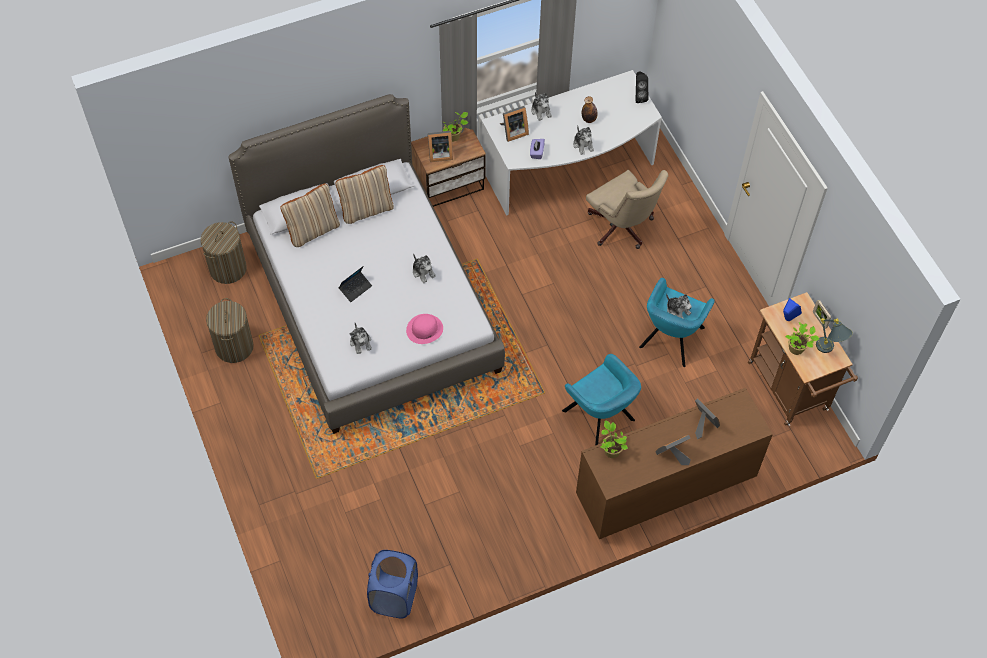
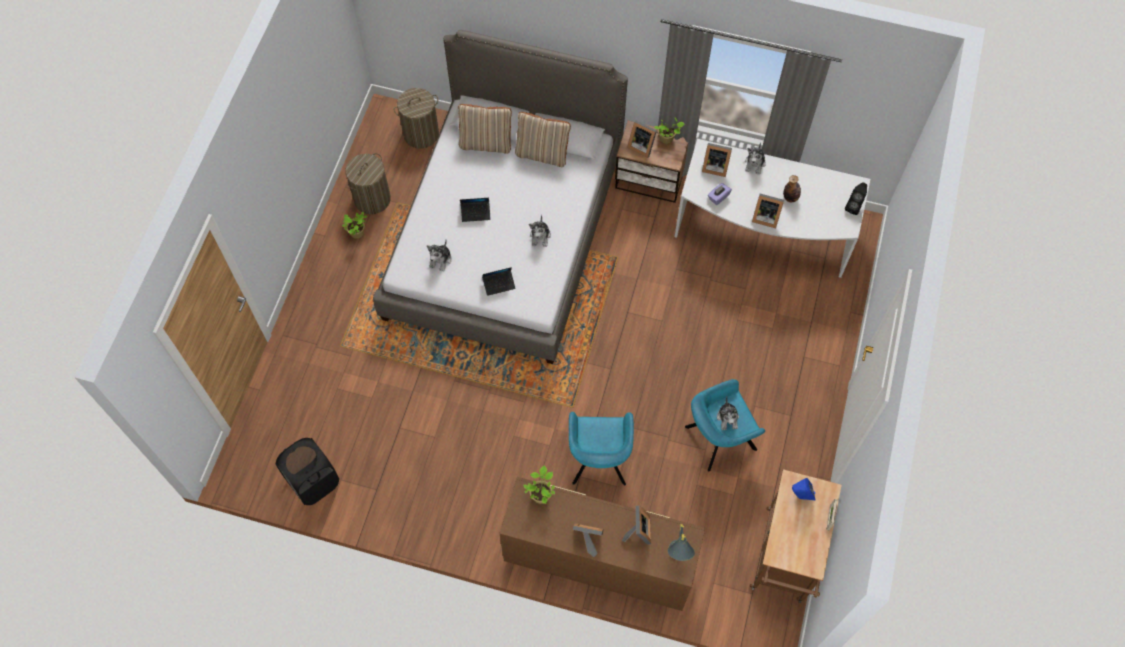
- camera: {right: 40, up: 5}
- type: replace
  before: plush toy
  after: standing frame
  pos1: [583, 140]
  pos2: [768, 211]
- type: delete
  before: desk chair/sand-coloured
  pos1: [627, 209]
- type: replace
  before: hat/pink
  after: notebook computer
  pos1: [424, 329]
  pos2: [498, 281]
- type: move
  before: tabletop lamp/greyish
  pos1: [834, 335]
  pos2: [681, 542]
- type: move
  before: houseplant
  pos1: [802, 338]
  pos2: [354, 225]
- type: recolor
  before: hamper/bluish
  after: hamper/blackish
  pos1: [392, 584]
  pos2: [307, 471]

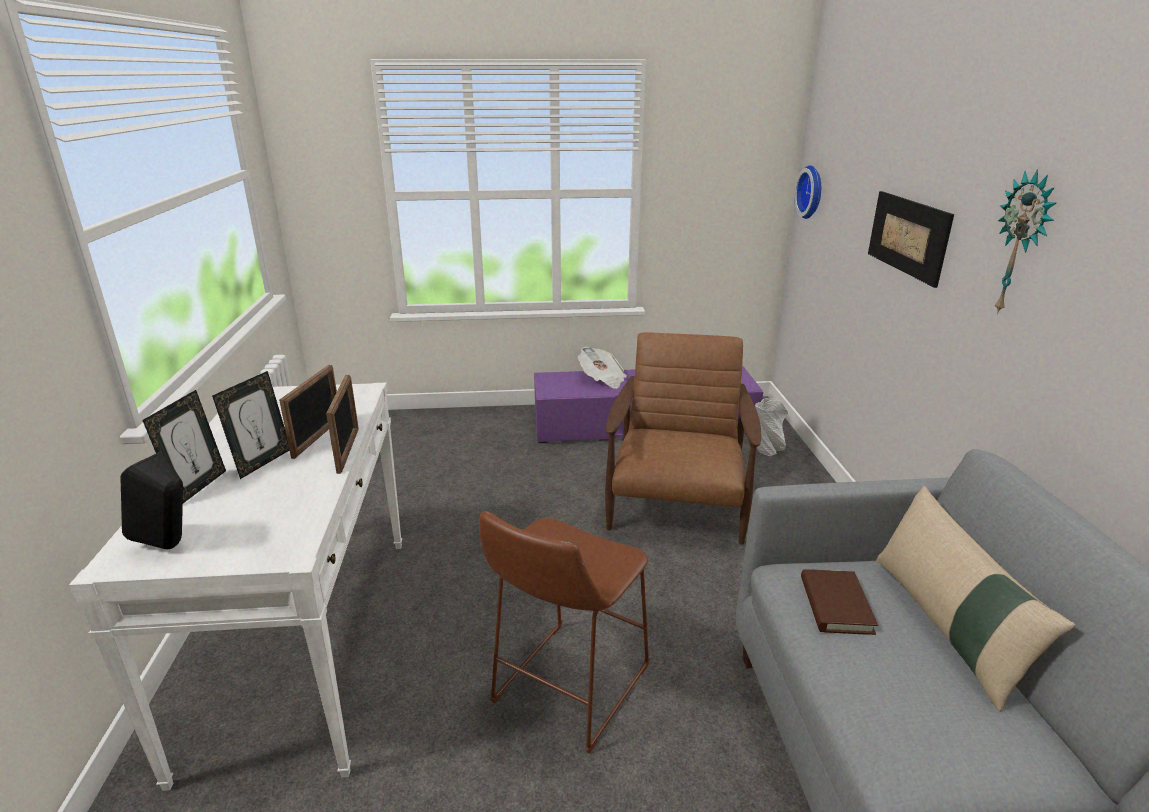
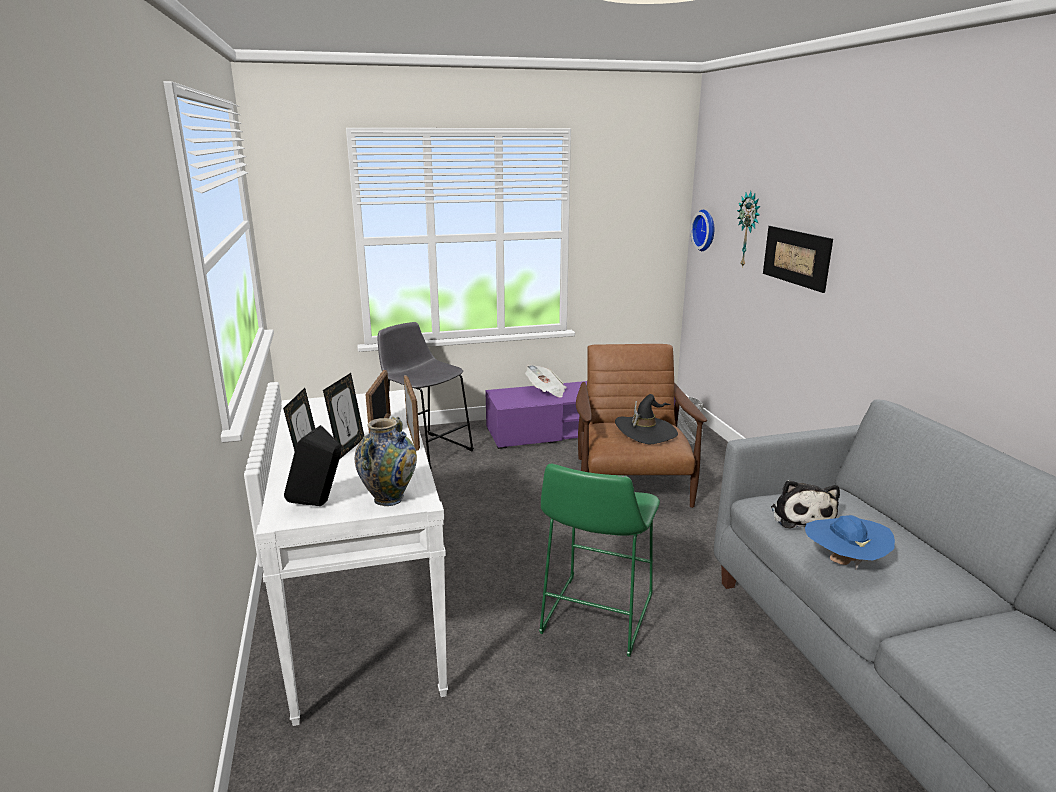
- camera: {right: -10, up: -5}
- type: move
  before: clock on the wall
  pos1: [1025, 241]
  pos2: [748, 229]
- type: delete
  before: cushion/sand-coloured
  pos1: [976, 599]
- type: recolor
  before: stool/brownish
  after: stool/green-coloured
  pos1: [564, 632]
  pos2: [599, 560]
- type: replace
  before: book/brownish
  after: plush toy
  pos1: [839, 602]
  pos2: [805, 504]
- type: insert
  after: stool/greyish
  pos2: [426, 395]
- type: insert
  after: hat/blackish
  pos2: [646, 419]
- type: insert
  after: decorative vase
  pos2: [386, 461]
- type: insert
  after: hat/bluish
  pos2: [850, 542]

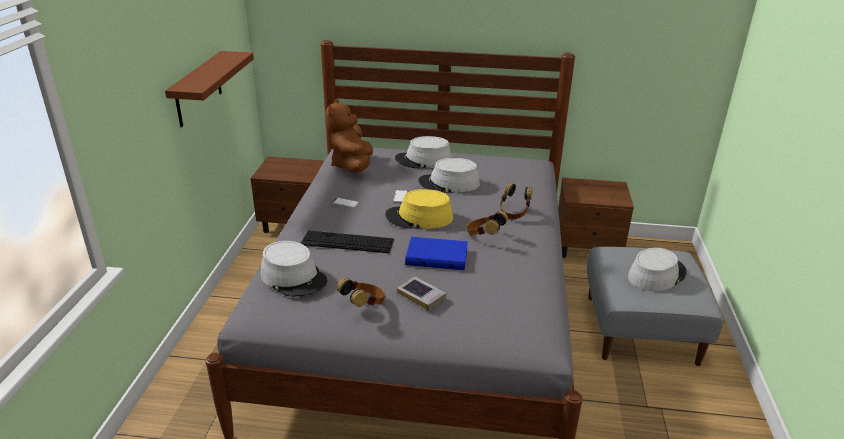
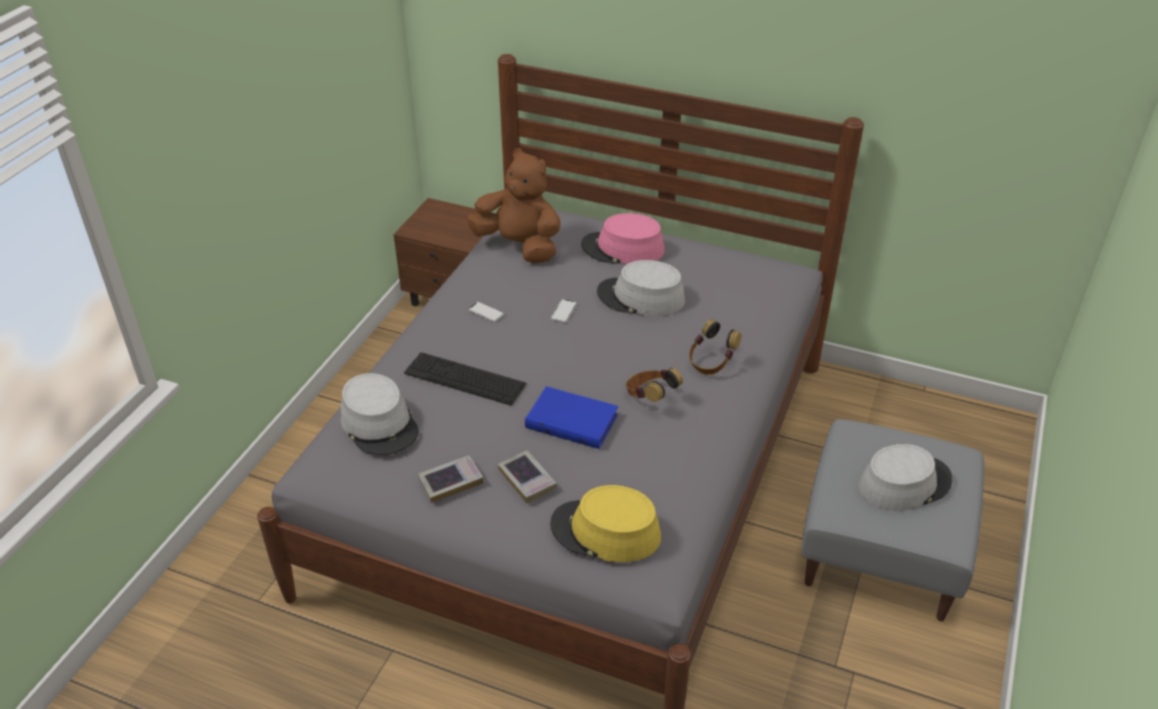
- camera: {right: 15, up: 10}
- type: delete
  before: bracket shelf/brownish
  pos1: [209, 89]
- type: rotate
  before: plush toy/brownish
  pos1: [349, 136]
  pos2: [513, 206]
  turn: 105
- type: recolor
  before: hat/greyish
  after: hat/pink
  pos1: [423, 152]
  pos2: [623, 239]
- type: delete
  before: nightstand/brownish
  pos1: [596, 218]
- type: move
  before: hat/yellow-coloured
  pos1: [419, 209]
  pos2: [605, 523]
- type: replace
  before: pair of headphones
  after: book
  pos1: [361, 292]
  pos2: [450, 479]

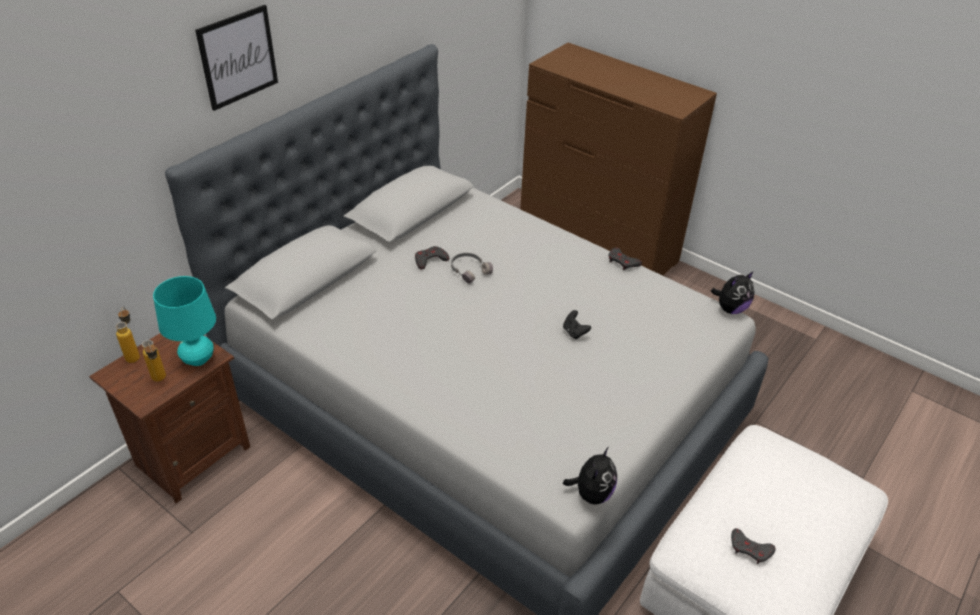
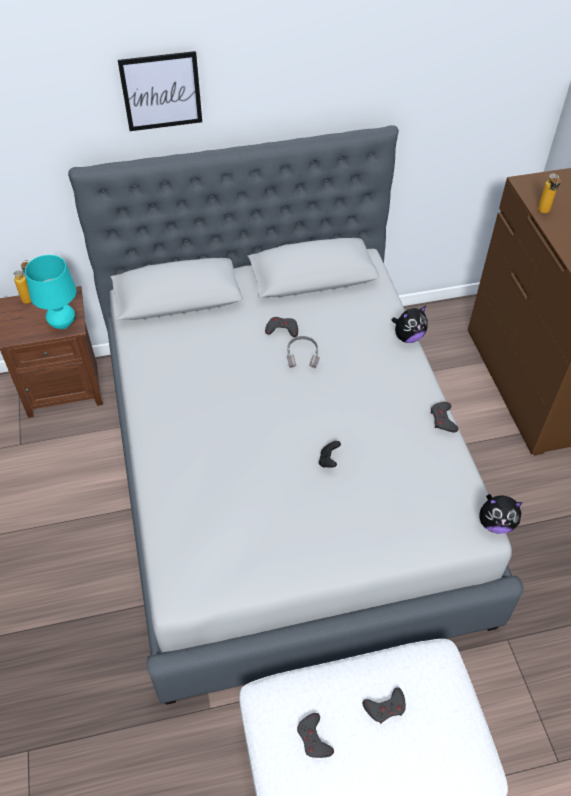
- camera: {right: 40, up: 10}
- type: move
  before: drink bottle
  pos1: [154, 361]
  pos2: [549, 193]
- type: move
  before: plush toy
  pos1: [590, 476]
  pos2: [410, 324]
- type: insert
  after: gamepad/greyish
  pos2: [384, 705]

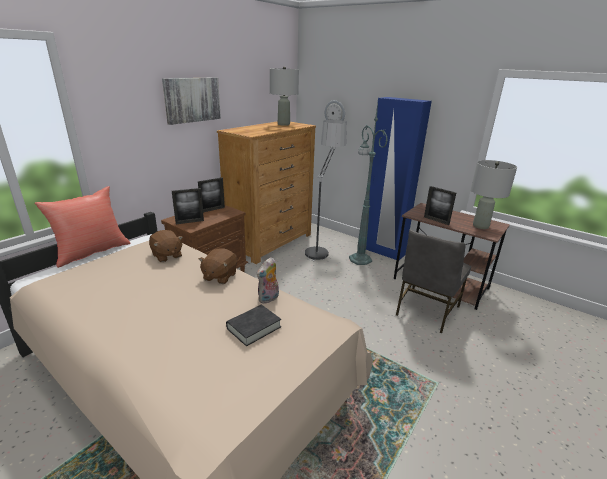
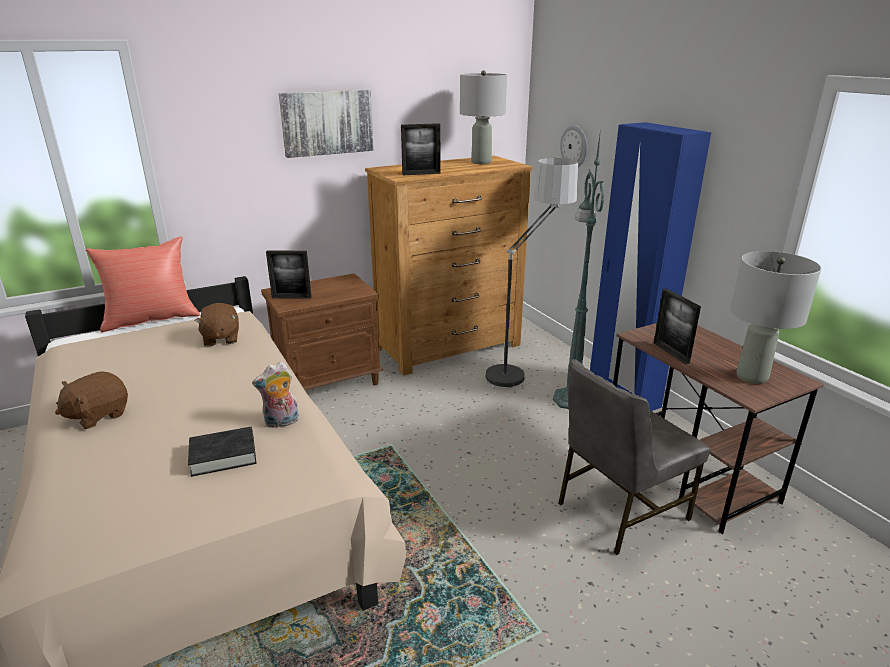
- camera: {right: 25, up: 0}
- type: move
  before: standing frame
  pos1: [211, 194]
  pos2: [420, 149]
- type: move
  before: plush toy/brownish
  pos1: [218, 266]
  pos2: [91, 400]

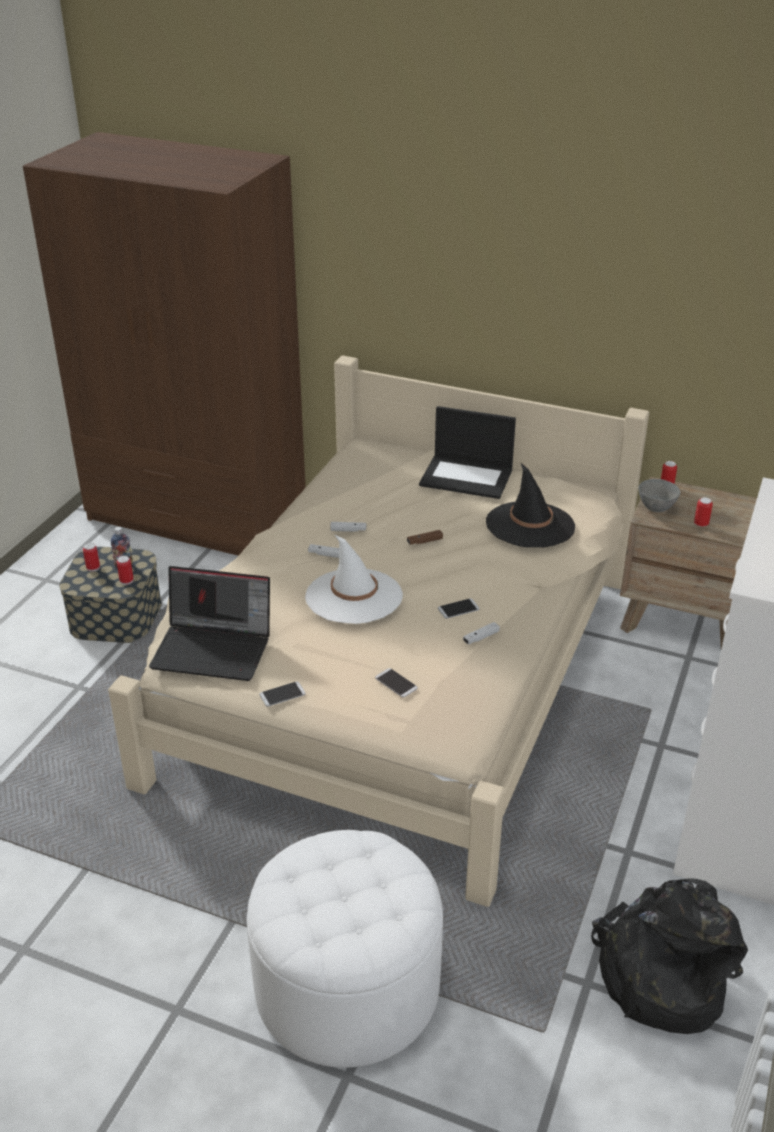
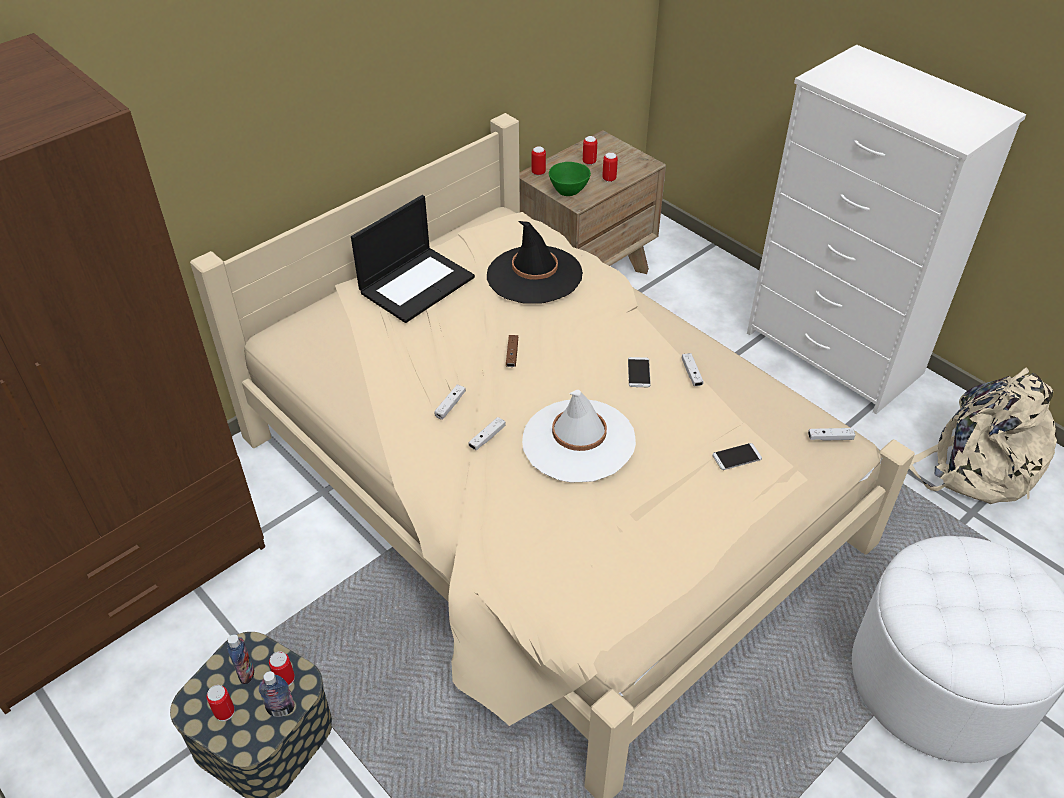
- camera: {right: -65, up: 10}
- type: recolor
  before: bowl/greyish
  after: bowl/green-coloured
  pos1: [659, 495]
  pos2: [570, 179]
- type: delete
  before: notebook computer
  pos1: [209, 623]
- type: delete
  before: phone
  pos1: [282, 694]
- type: recolor
  before: backpack/blackish
  after: backpack/sand-coloured
  pos1: [669, 956]
  pos2: [983, 435]
- type: insert
  after: can
  pos2: [590, 150]
- type: insert
  after: gamepad/white-coloured
  pos2: [831, 434]
- type: insert
  after: drink bottle
  pos2: [277, 694]

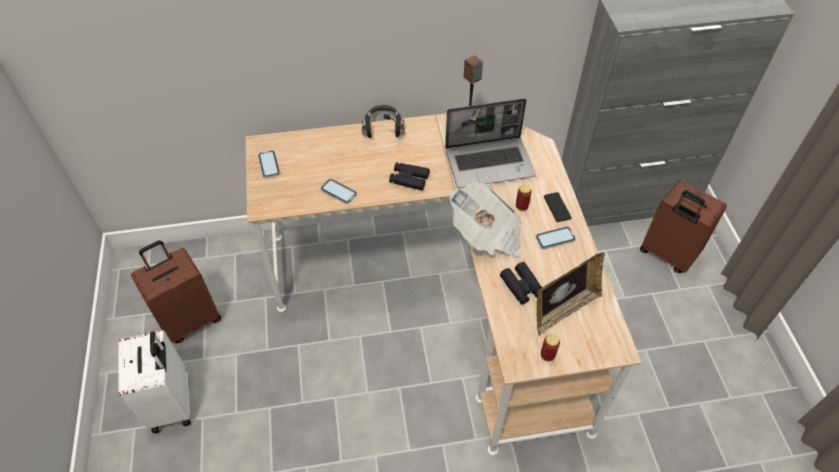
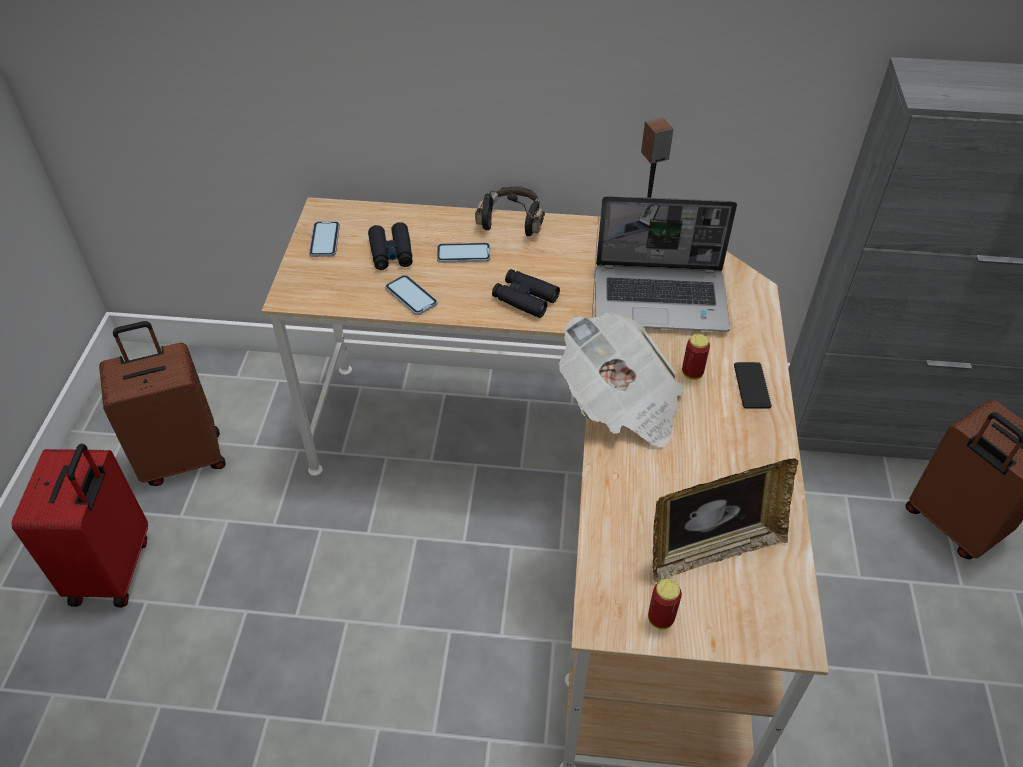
- camera: {right: 15, up: -5}
- type: move
  before: phone
  pos1: [556, 237]
  pos2: [463, 253]
- type: move
  before: binoculars/blackish
  pos1: [521, 283]
  pos2: [390, 246]
- type: recolor
  before: piece of luggage/white-coloured
  after: piece of luggage/red-coloured
  pos1: [154, 381]
  pos2: [80, 525]

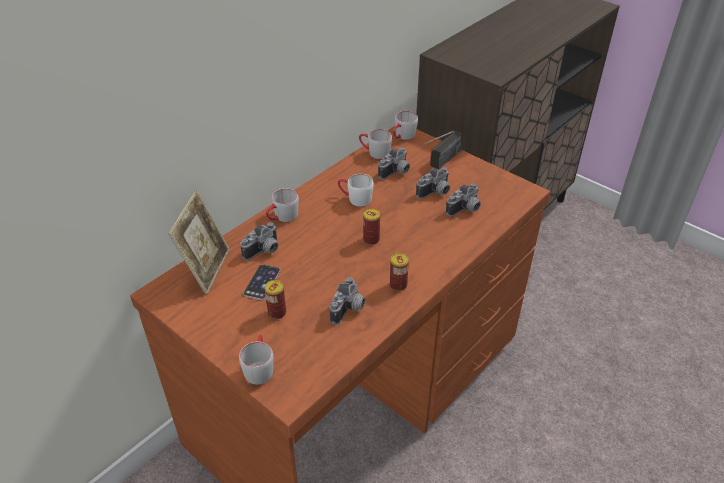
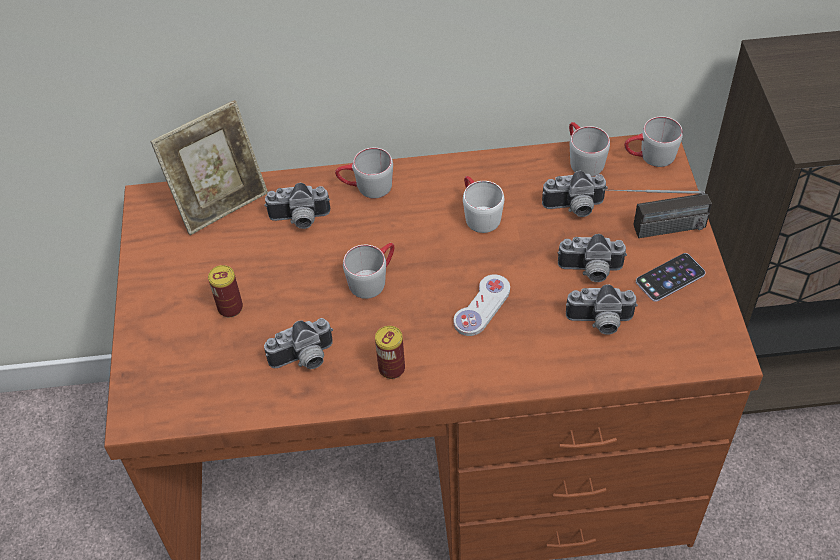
- camera: {right: 45, up: 10}
- type: delete
  before: can
  pos1: [371, 227]
- type: move
  before: phone
  pos1: [261, 282]
  pos2: [671, 277]
- type: move
  before: tea mug/greyish
  pos1: [256, 360]
  pos2: [368, 271]
- type: insert
  after: gamepad/white-coloured
  pos2: [482, 305]

